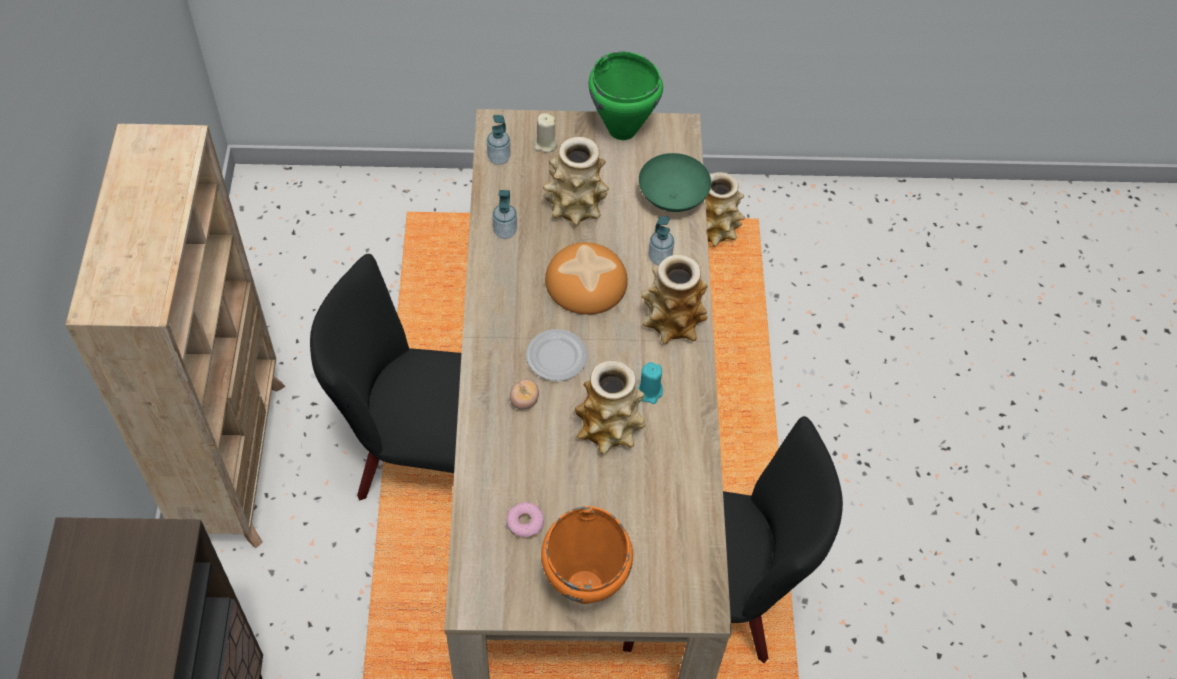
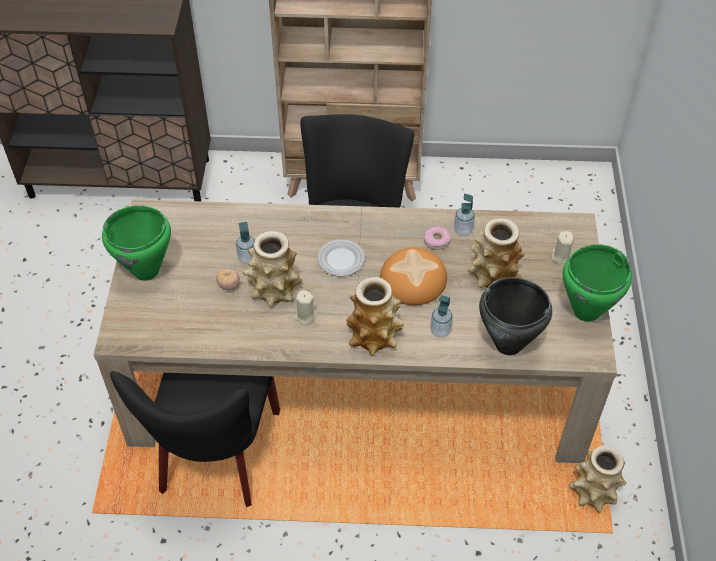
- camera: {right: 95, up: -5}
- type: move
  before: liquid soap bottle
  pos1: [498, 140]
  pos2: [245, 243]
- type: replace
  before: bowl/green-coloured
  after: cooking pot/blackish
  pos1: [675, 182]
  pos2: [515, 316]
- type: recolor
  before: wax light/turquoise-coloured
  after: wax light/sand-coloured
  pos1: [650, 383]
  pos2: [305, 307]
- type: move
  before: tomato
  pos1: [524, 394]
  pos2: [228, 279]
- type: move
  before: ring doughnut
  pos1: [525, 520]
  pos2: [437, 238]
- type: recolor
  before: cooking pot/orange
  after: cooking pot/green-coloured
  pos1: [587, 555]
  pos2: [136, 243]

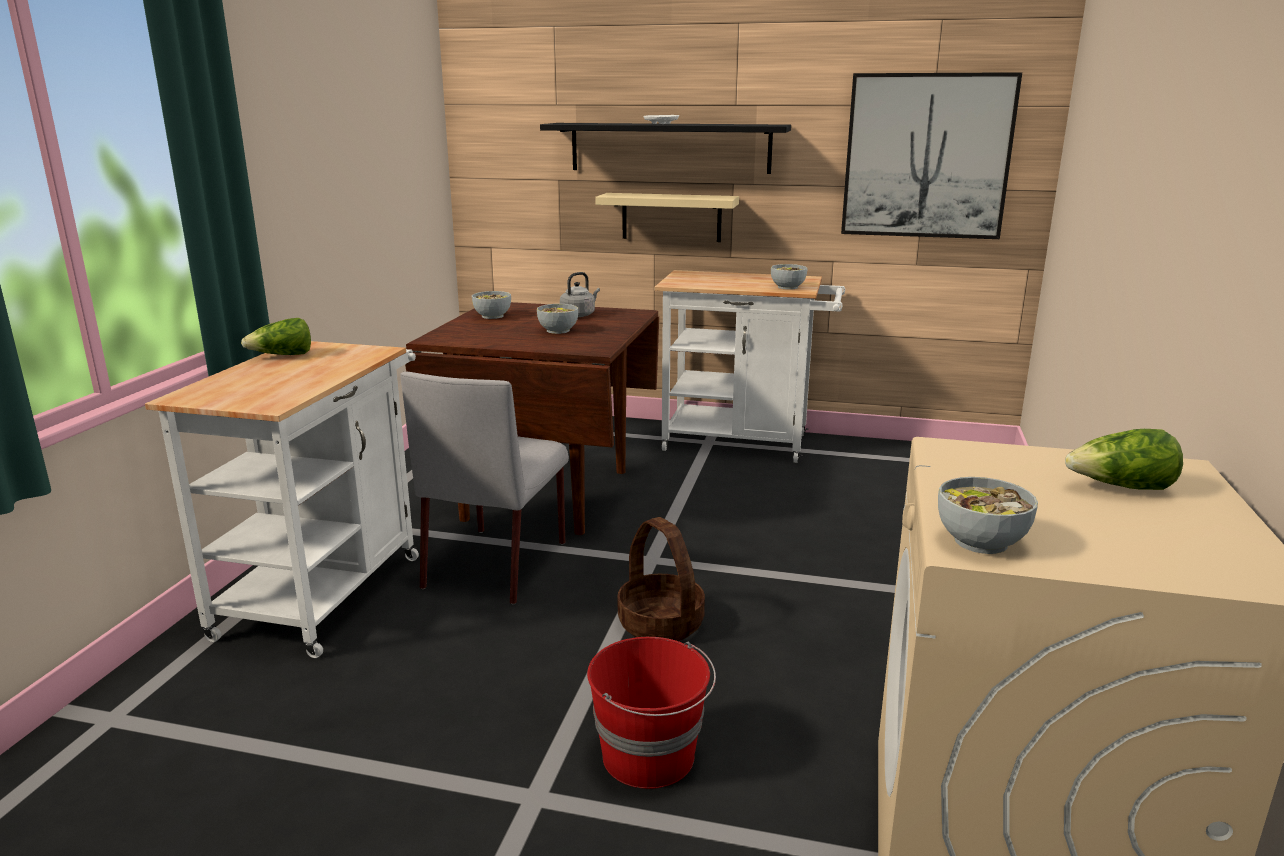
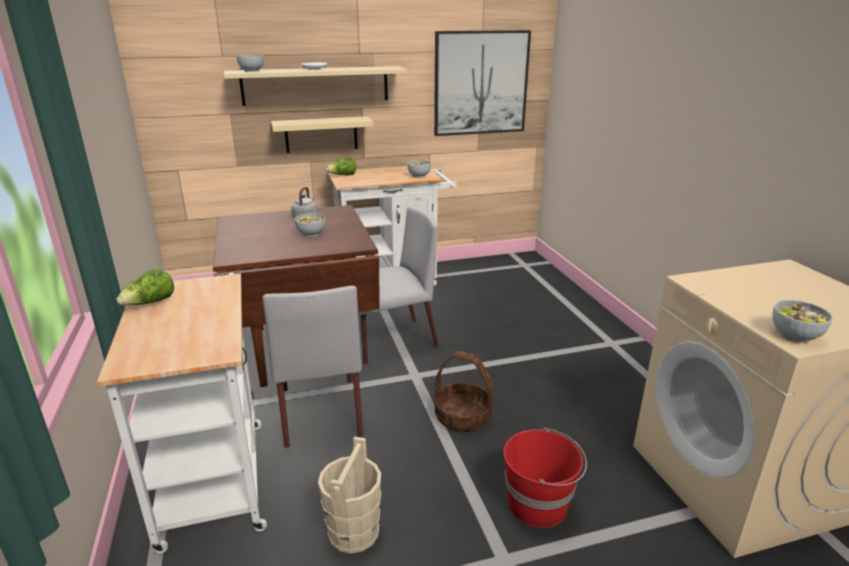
- camera: {right: -30, up: 5}
- type: recolor
  before: bracket shelf/blackish
  after: bracket shelf/sand-coloured
  pos1: [665, 148]
  pos2: [315, 86]
- type: move
  before: bowl
  pos1: [491, 305]
  pos2: [250, 63]
- type: move
  before: lettuce
  pos1: [1124, 459]
  pos2: [340, 166]
- type: insert
  after: plain chair/greyish
  pos2: [398, 285]
- type: insert
  after: water bucket/sand-coloured
  pos2: [349, 495]

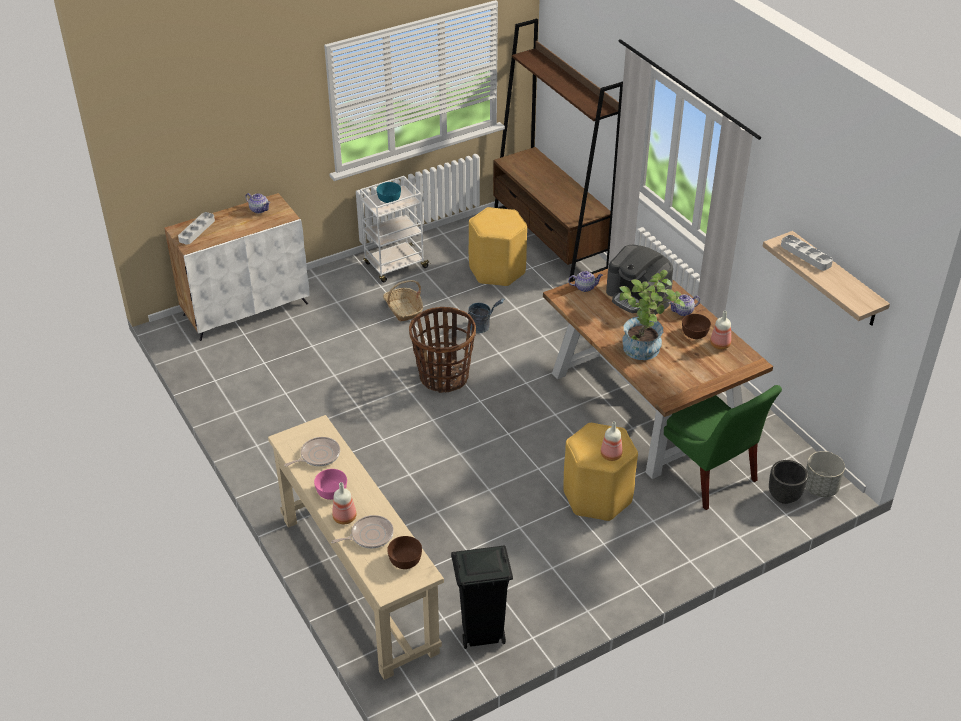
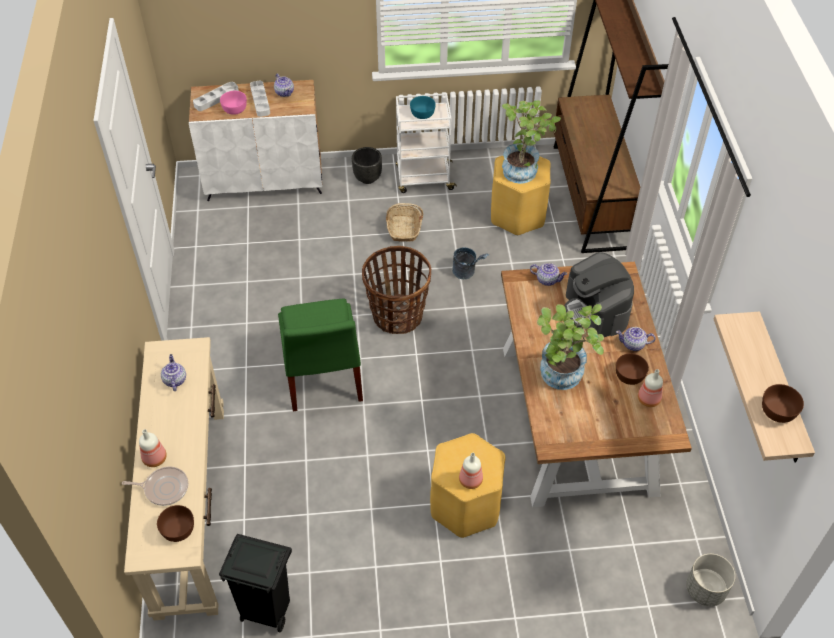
- camera: {right: 25, up: 10}
- type: move
  before: serving tray/greyish
  pos1: [807, 253]
  pos2: [260, 99]
- type: move
  before: plain chair/green-coloured
  pos1: [723, 447]
  pos2: [320, 354]
- type: replace
  before: frying pan
  after: teapot
  pos1: [312, 452]
  pos2: [173, 372]
- type: move
  before: planter/blackish
  pos1: [788, 482]
  pos2: [367, 165]
- type: move
  before: bowl/pink
  pos1: [330, 484]
  pos2: [233, 103]
- type: insert
  after: houseplant
  pos2: [531, 142]
- type: insert
  after: bowl/brownish
  pos2: [783, 403]

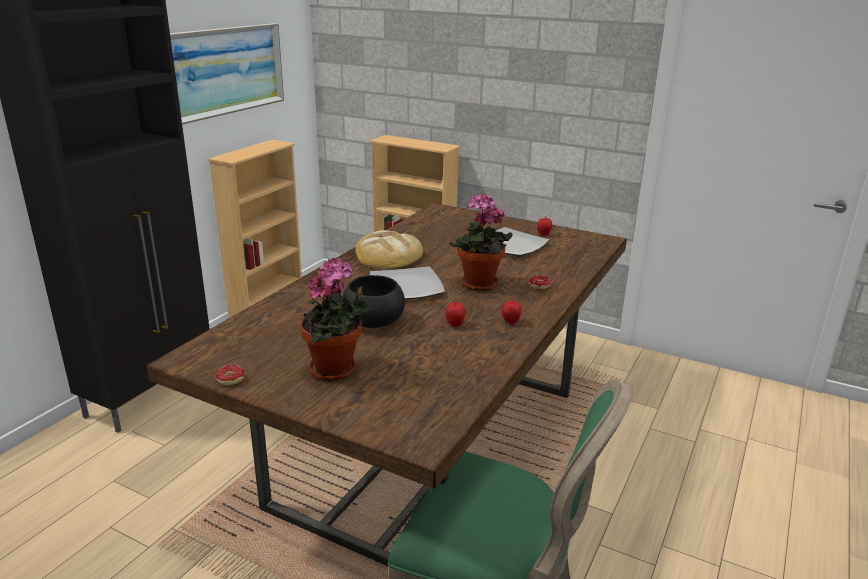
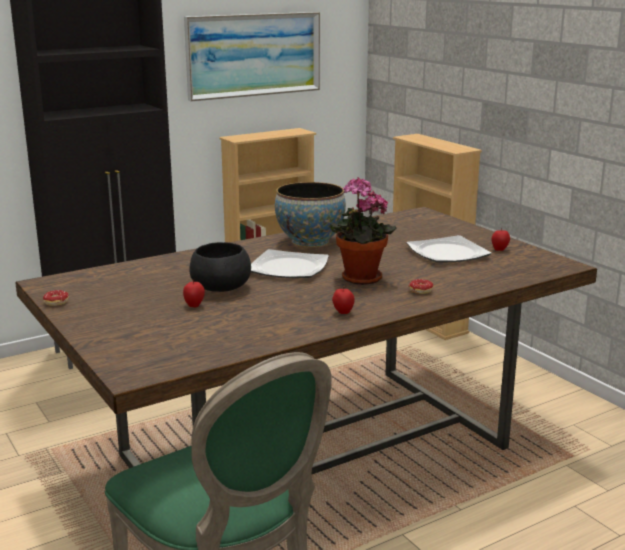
- camera: {right: 30, up: -5}
- type: replace
  before: baked bread
  after: bowl
  pos1: [389, 250]
  pos2: [310, 215]
- type: delete
  before: houseplant
  pos1: [334, 319]
- type: move
  before: apple fruit
  pos1: [456, 314]
  pos2: [194, 293]

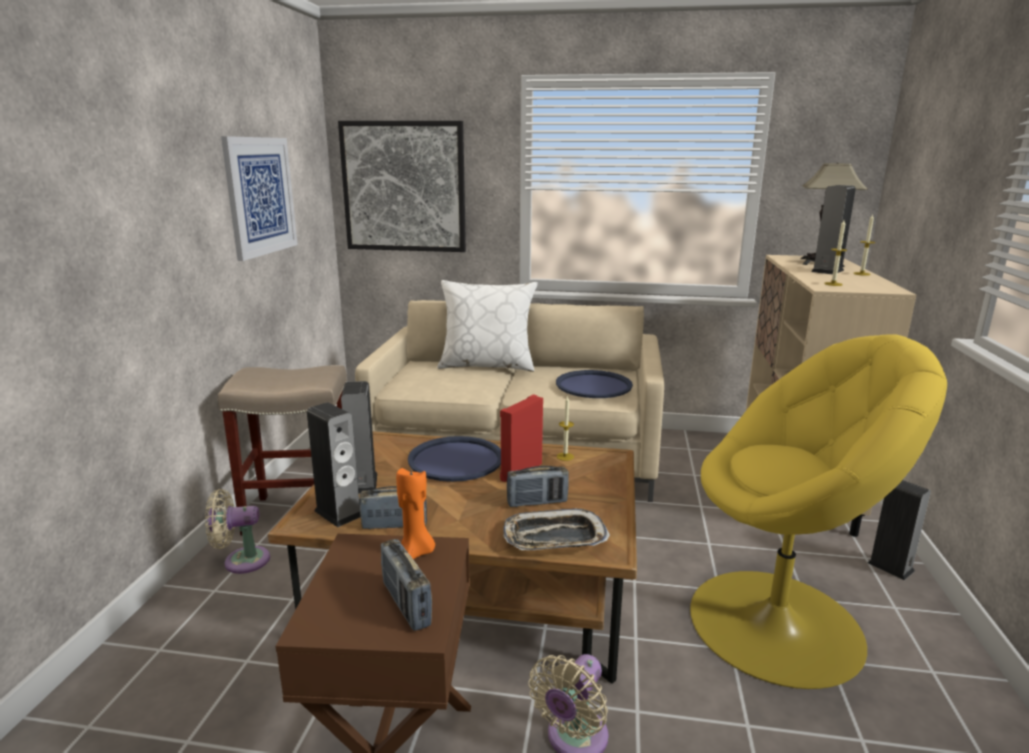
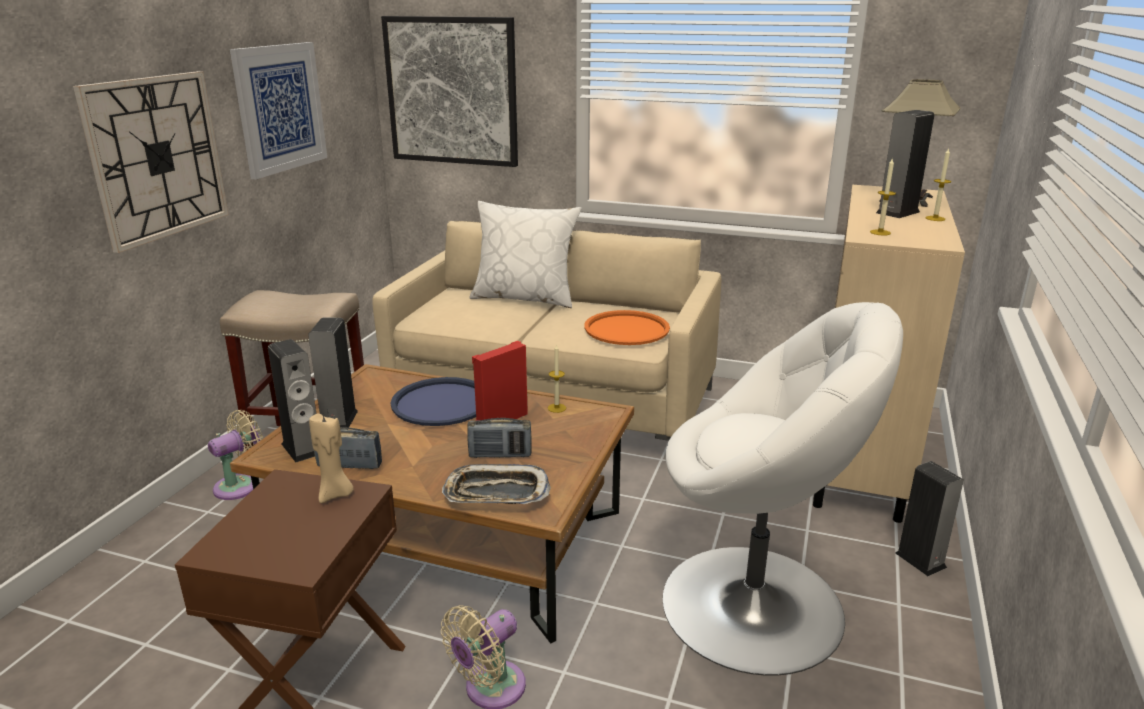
- camera: {right: 10, up: 5}
- type: recolor
  before: armchair/yellow-coloured
  after: armchair/white-coloured
  pos1: [818, 511]
  pos2: [782, 488]
- type: recolor
  before: serving tray/bluish
  after: serving tray/orange
  pos1: [594, 384]
  pos2: [627, 327]
- type: recolor
  before: wax light/orange
  after: wax light/sand-coloured
  pos1: [415, 513]
  pos2: [331, 458]
- type: rotate
  before: fan/sand-coloured
  pos1: [237, 531]
  pos2: [235, 455]
  turn: 135
- type: delete
  before: radio set
  pos1: [406, 585]
- type: insert
  after: clock on the wall
  pos2: [151, 162]

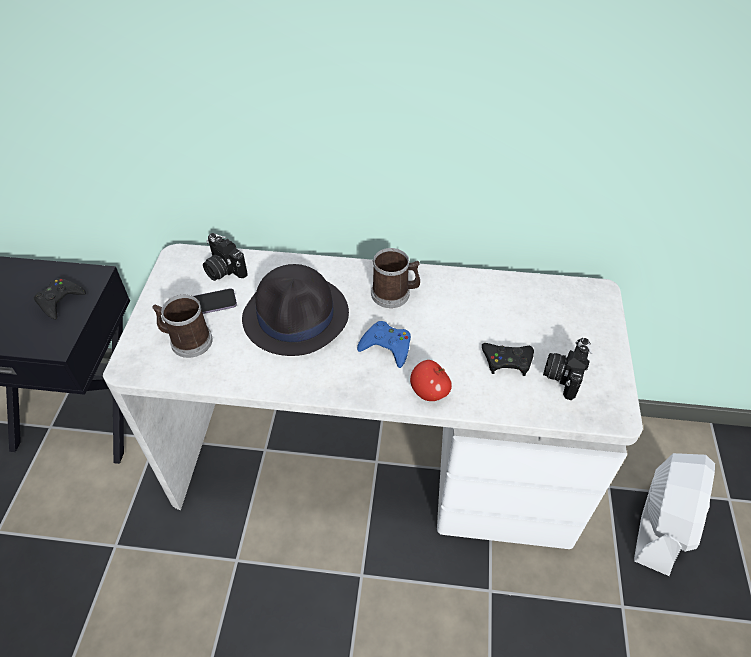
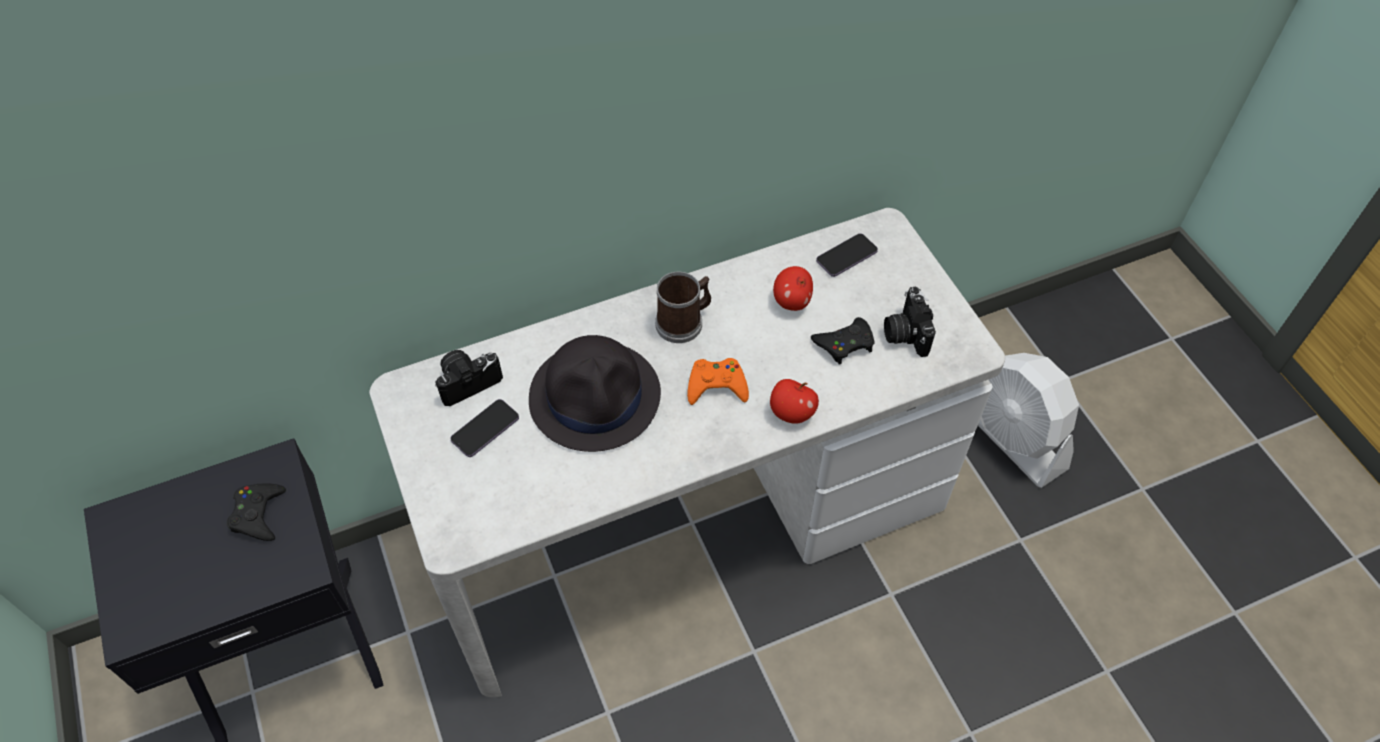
- camera: {right: -30, up: 5}
- type: rotate
  before: still camera
  pos1: [225, 257]
  pos2: [469, 378]
  turn: 135
- type: delete
  before: tea mug
  pos1: [182, 326]
- type: recolor
  before: gamepad/bluish
  after: gamepad/orange
  pos1: [384, 344]
  pos2: [718, 381]
- type: rotate
  before: fan/white-coloured
  pos1: [674, 514]
  pos2: [1028, 420]
  turn: 150
- type: insert
  after: phone
  pos2: [847, 255]
- type: insert
  after: apple fruit
  pos2: [793, 288]

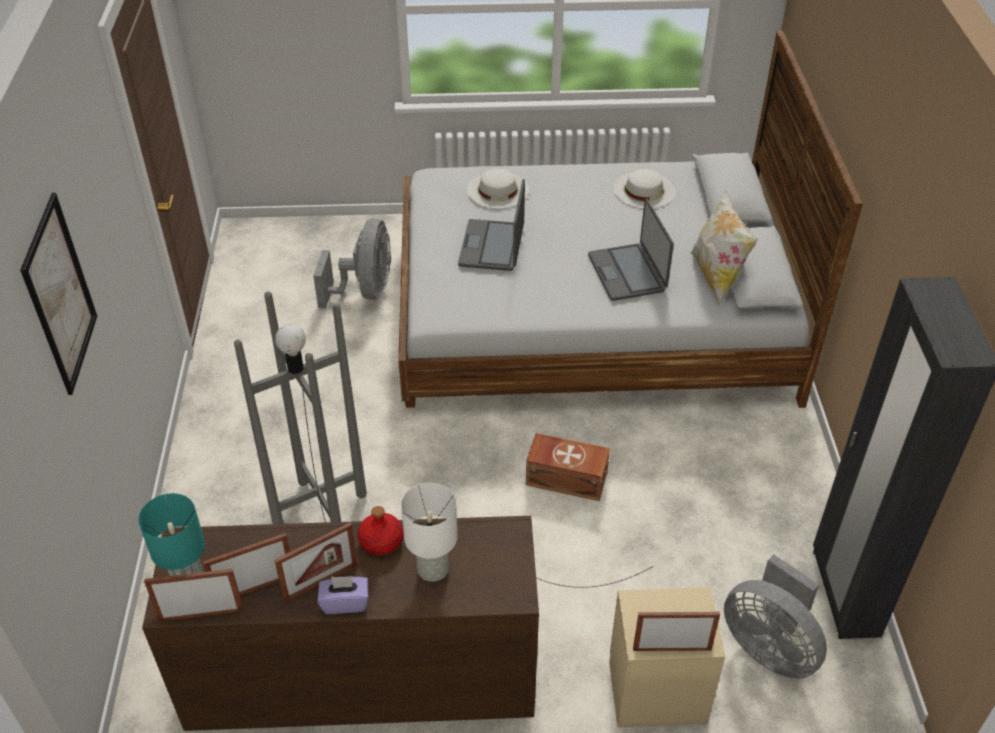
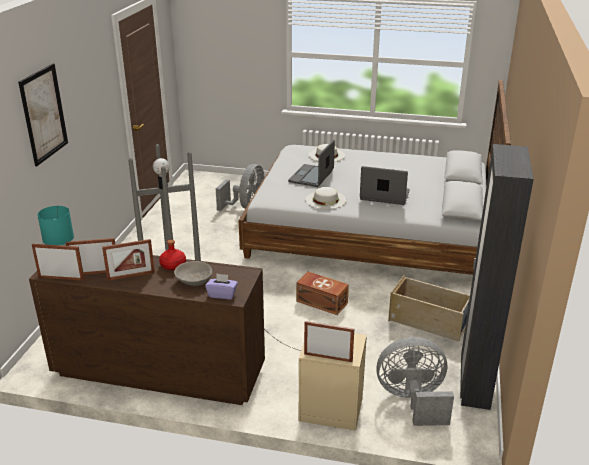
- camera: {right: 15, up: -15}
- type: move
  before: hat/white-coloured
  pos1: [644, 189]
  pos2: [326, 198]
- type: delete
  before: cushion
  pos1: [724, 248]
- type: rotate
  before: notebook computer
  pos1: [631, 250]
  pos2: [385, 185]
  turn: 105
- type: replace
  before: tabletop lamp/white-coloured
  after: bowl/greyish
  pos1: [429, 532]
  pos2: [193, 273]
- type: rotate
  before: fan/greyish
  pos1: [775, 616]
  pos2: [415, 381]
  turn: 120
- type: move
  before: tissue holder/purplish
  pos1: [343, 595]
  pos2: [221, 286]
- type: insert
  after: storage bin/sand-coloured
  pos2: [429, 308]

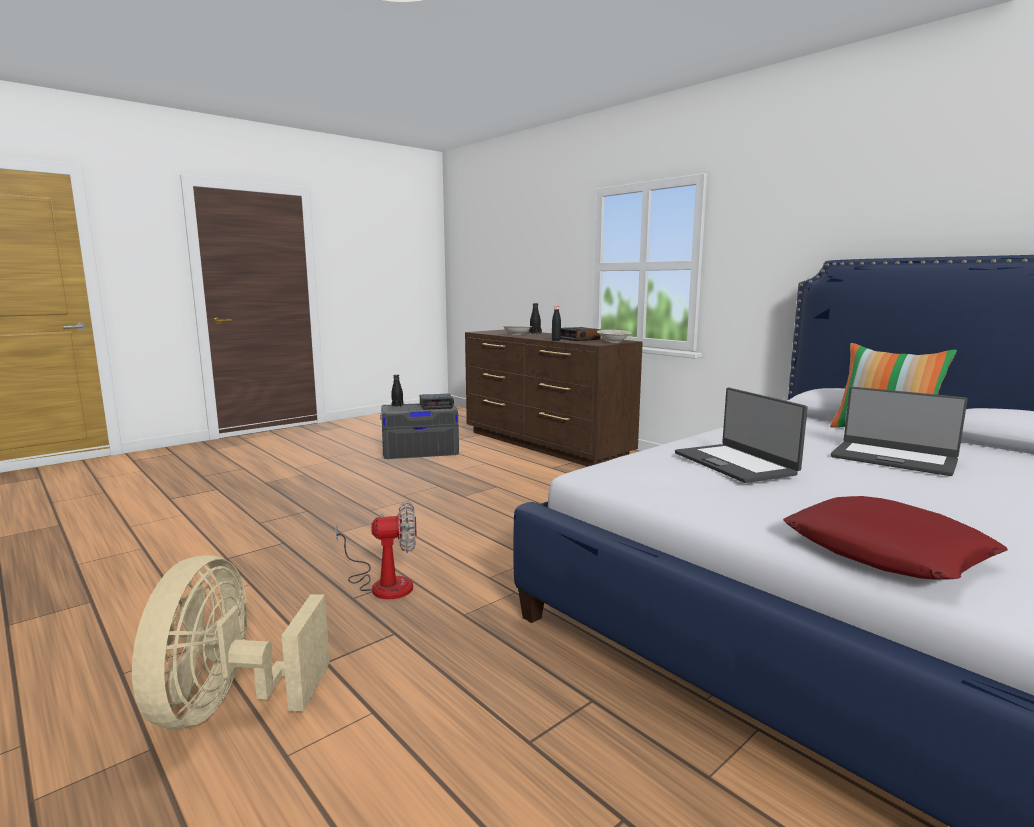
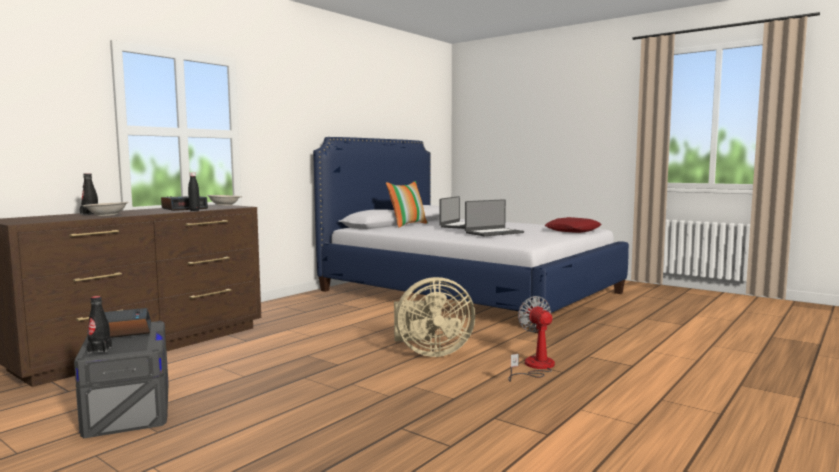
- camera: {right: -100, up: -5}
- type: move
  before: fan/sand-coloured
  pos1: [231, 642]
  pos2: [434, 317]

